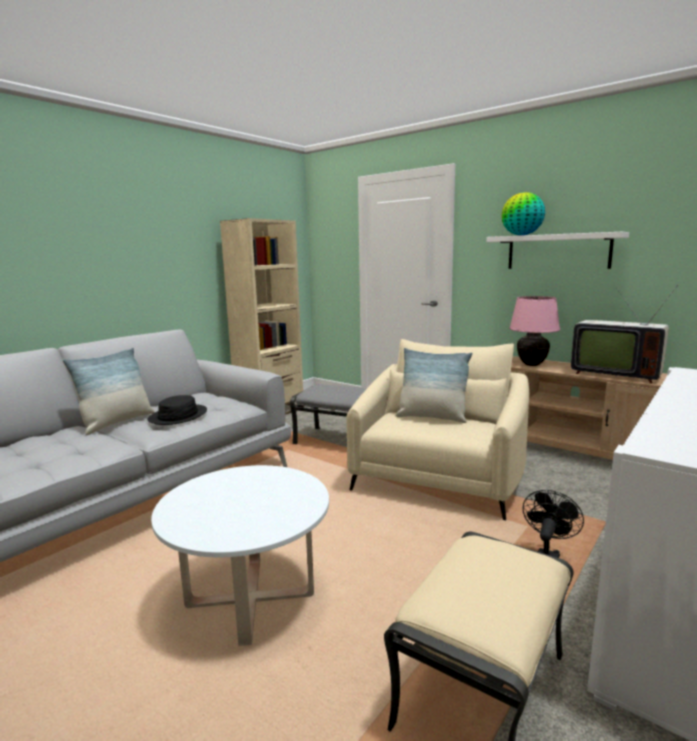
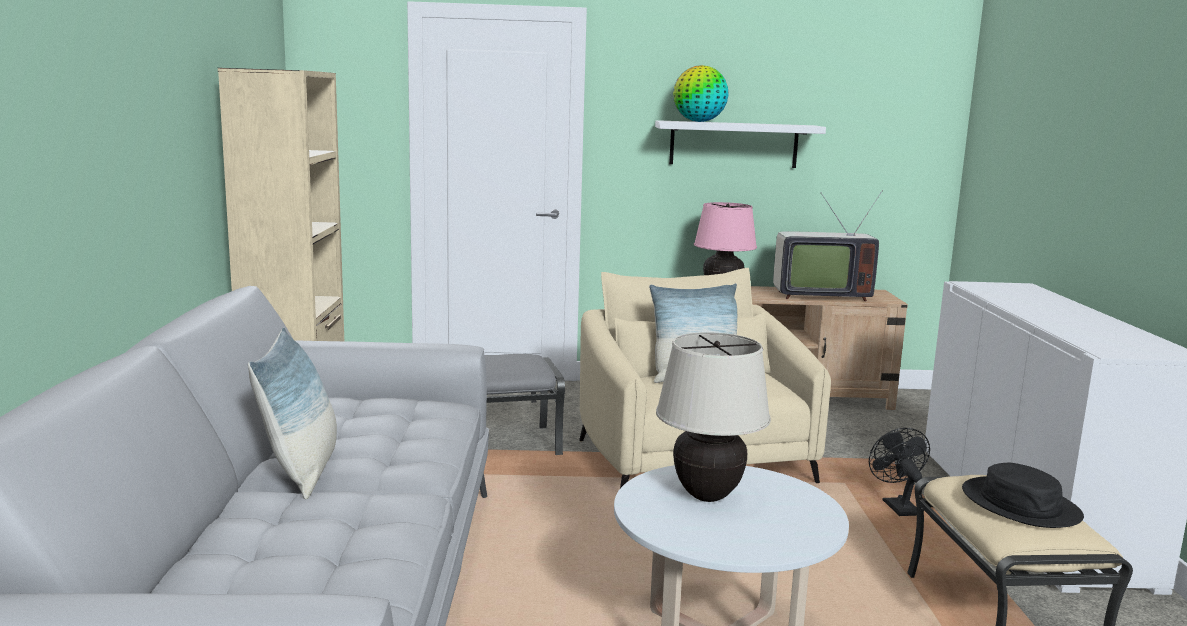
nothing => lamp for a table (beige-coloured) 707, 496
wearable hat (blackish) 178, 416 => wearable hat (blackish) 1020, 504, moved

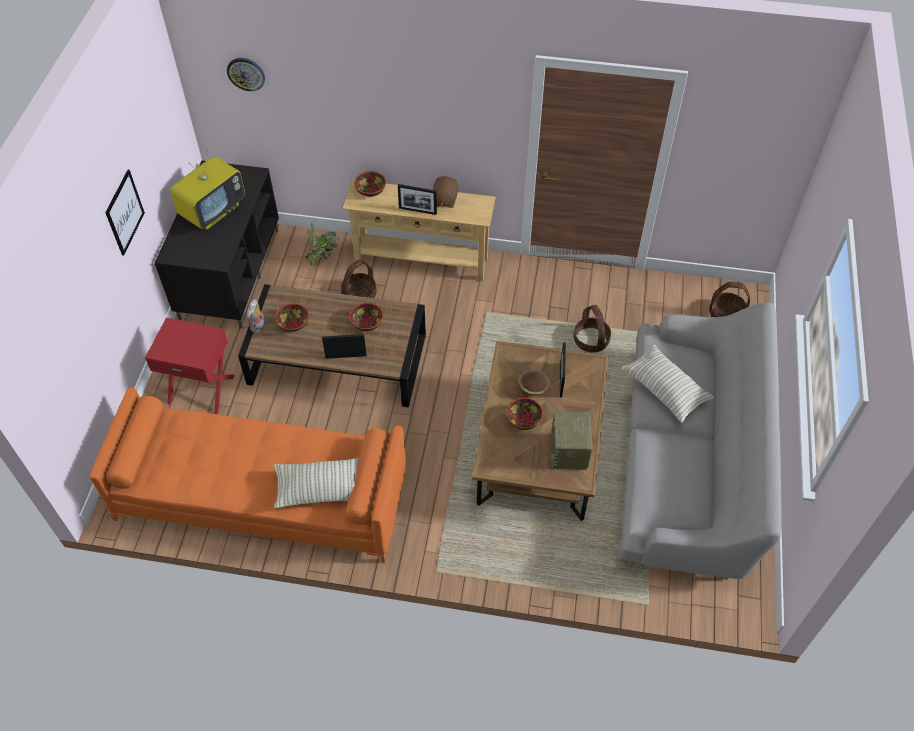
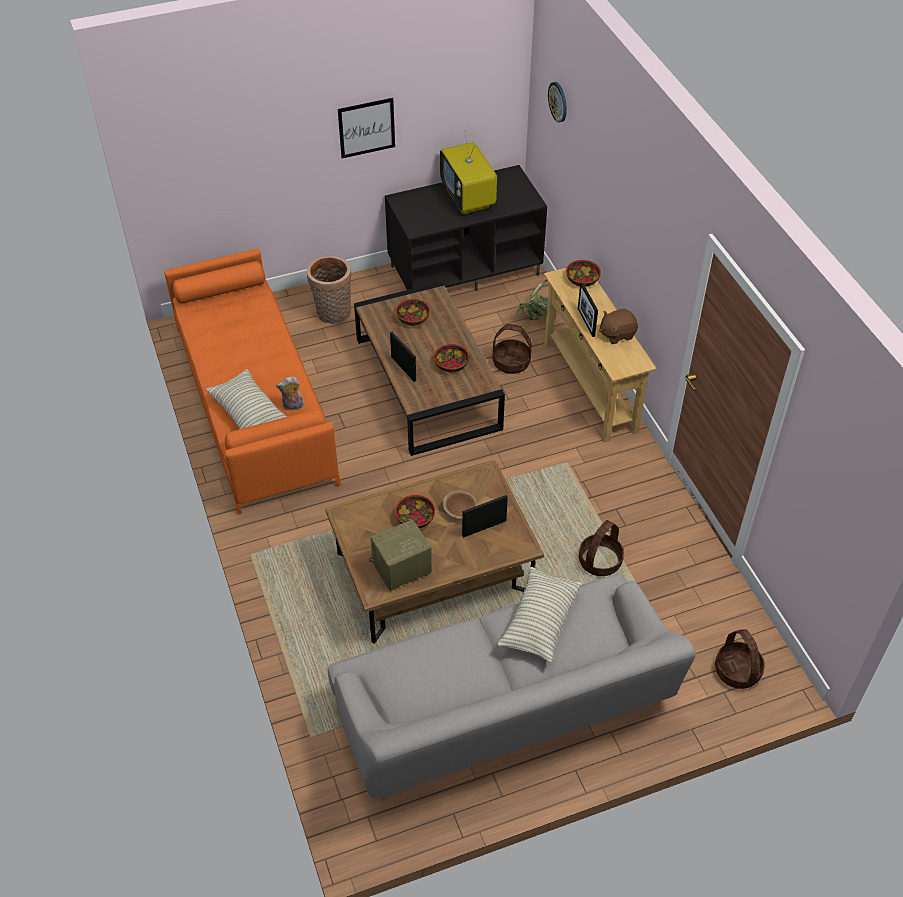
cuddly toy 258, 326 => cuddly toy 292, 406, moved
side table (reddish) 201, 388 => household basket 333, 315
TV set 213, 210 => TV set 468, 199, 60 degrees clockwise

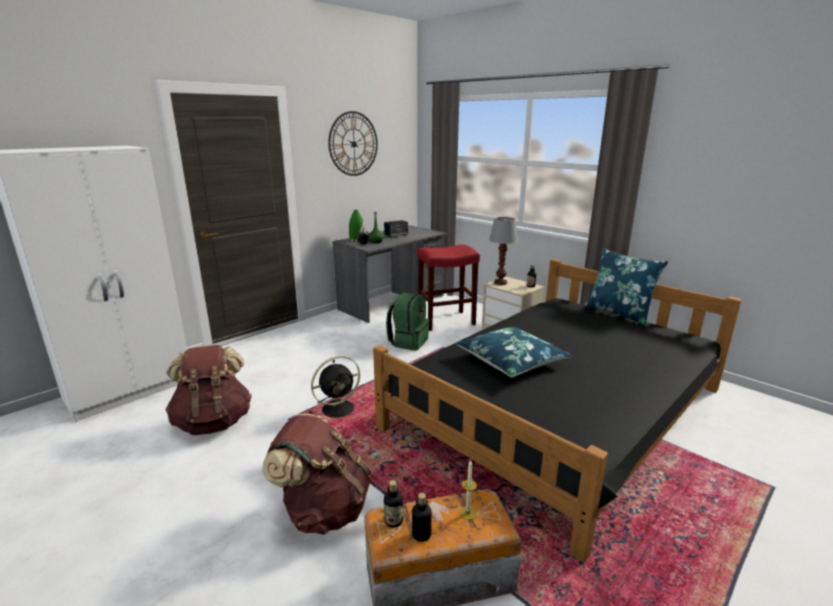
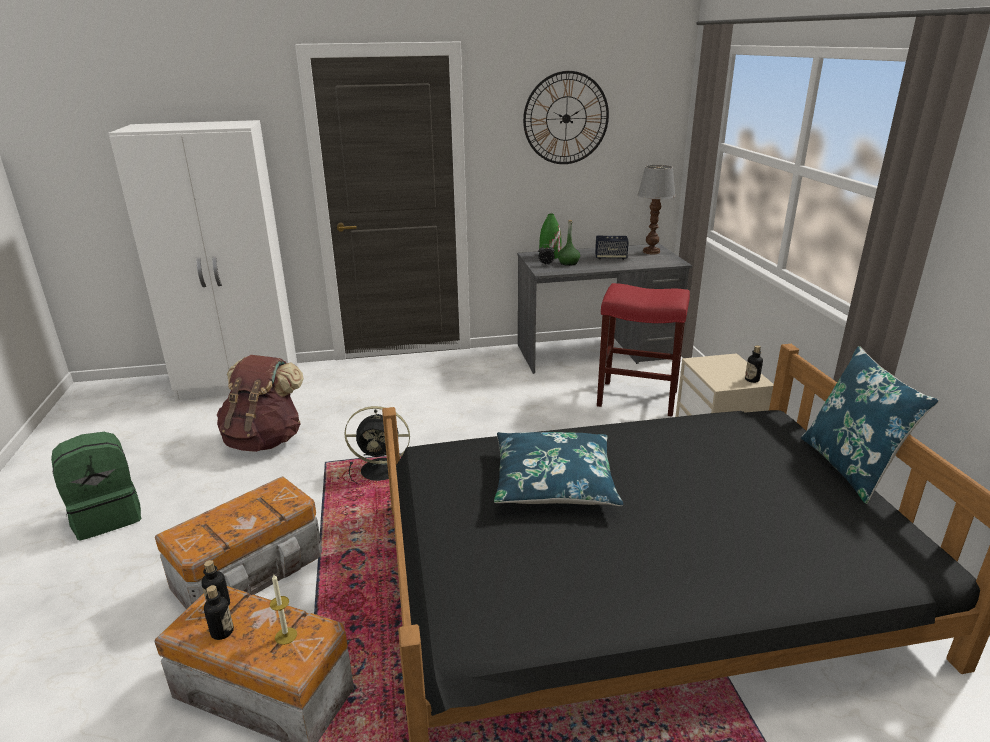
knapsack (green-coloured) 408, 342 => knapsack (green-coloured) 107, 516, moved
lamp for a table 501, 283 => lamp for a table 651, 252, moved
knapsack (brownish) 323, 510 => storage box 252, 570

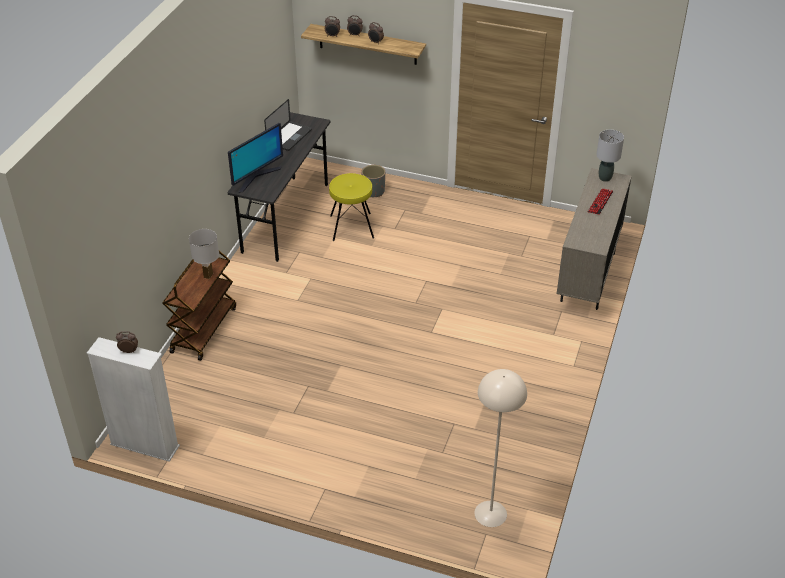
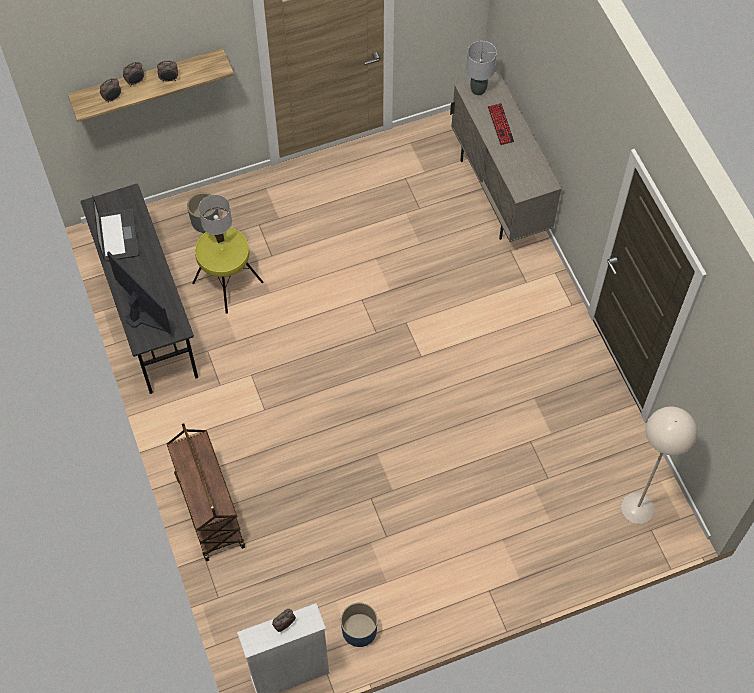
nothing => plant pot (bluish) 359, 629
lamp for a table (white-coloured) 208, 275 => lamp for a table (white-coloured) 220, 238, moved
monitor 256, 177 => monitor 142, 314, 45 degrees counterclockwise

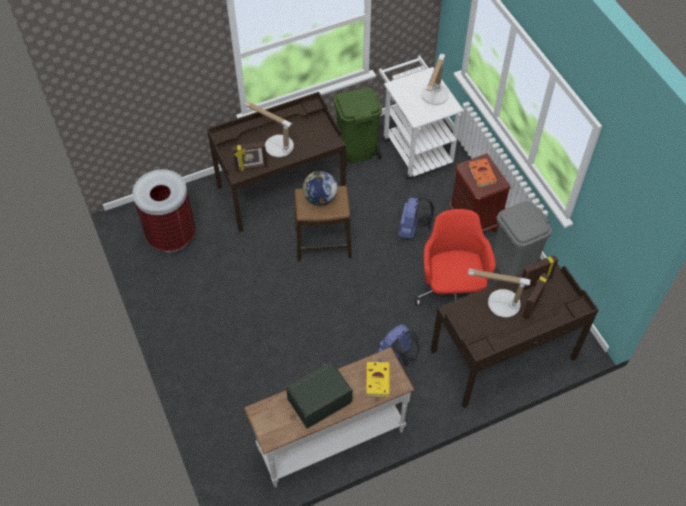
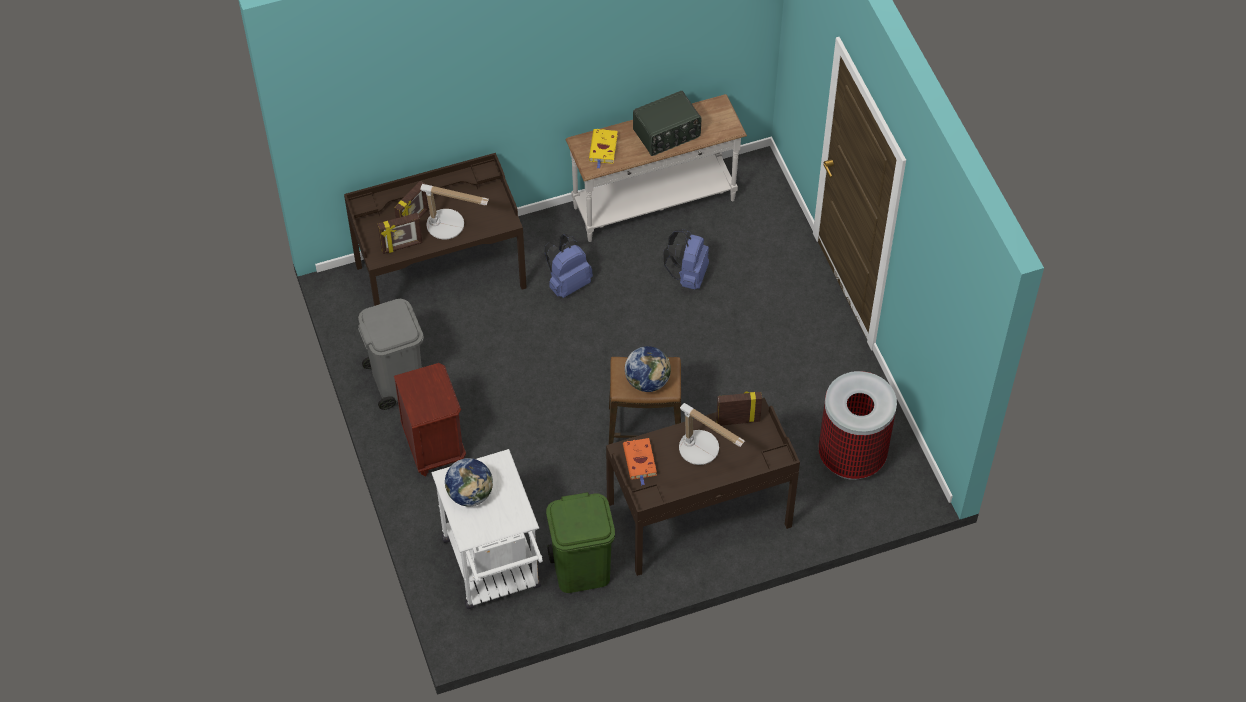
desk chair (reddish) 451, 290 => nothing
knapsack (bluish) 412, 230 => knapsack (bluish) 688, 275, moved
book (orangey) 481, 173 => book (orangey) 640, 461, moved
lamp for a table 433, 98 => desk globe 470, 494

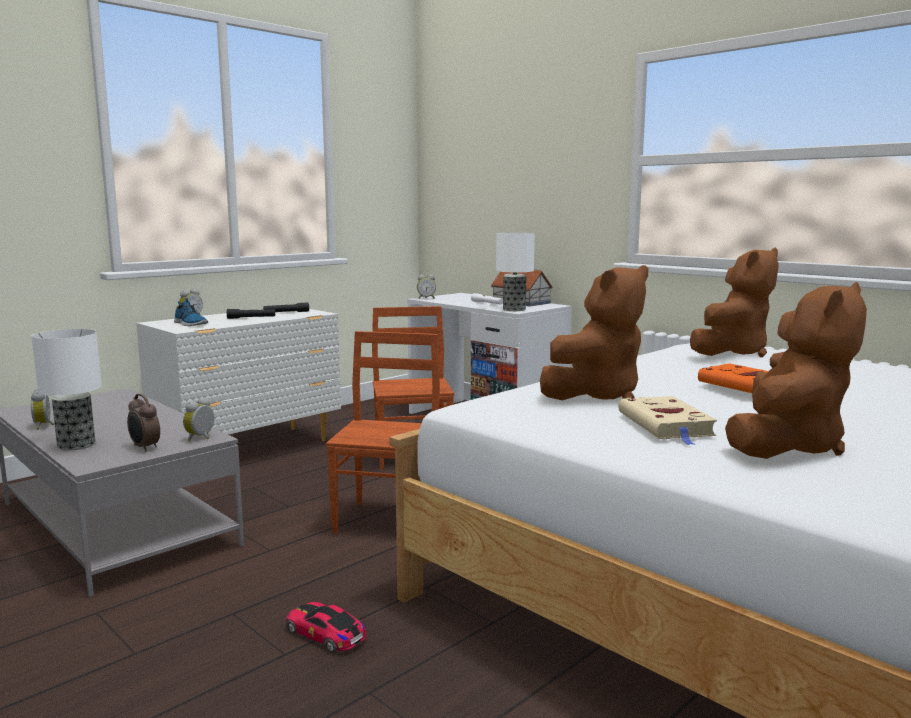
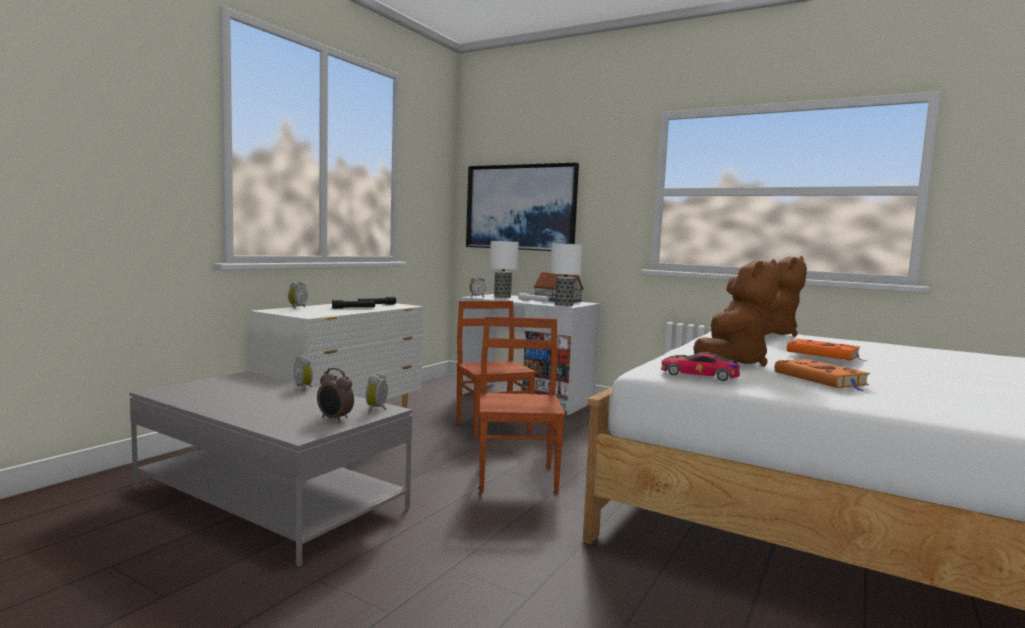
shoe 190, 324 => nothing
cuddly toy (brownish) 785, 446 => nothing
nothing => wall art 521, 207
lamp for a table 76, 445 => lamp for a table 502, 297, moved
bedside clock 44, 425 => bedside clock 304, 388, moved
model car 325, 634 => model car 699, 375, moved
book (beige-coloured) 667, 425 => book (orangey) 822, 379

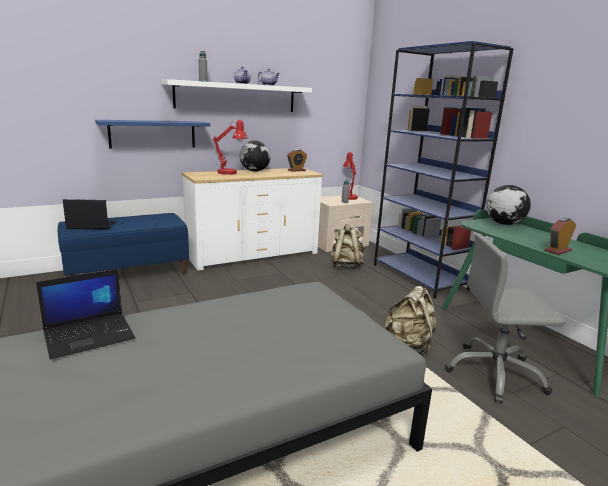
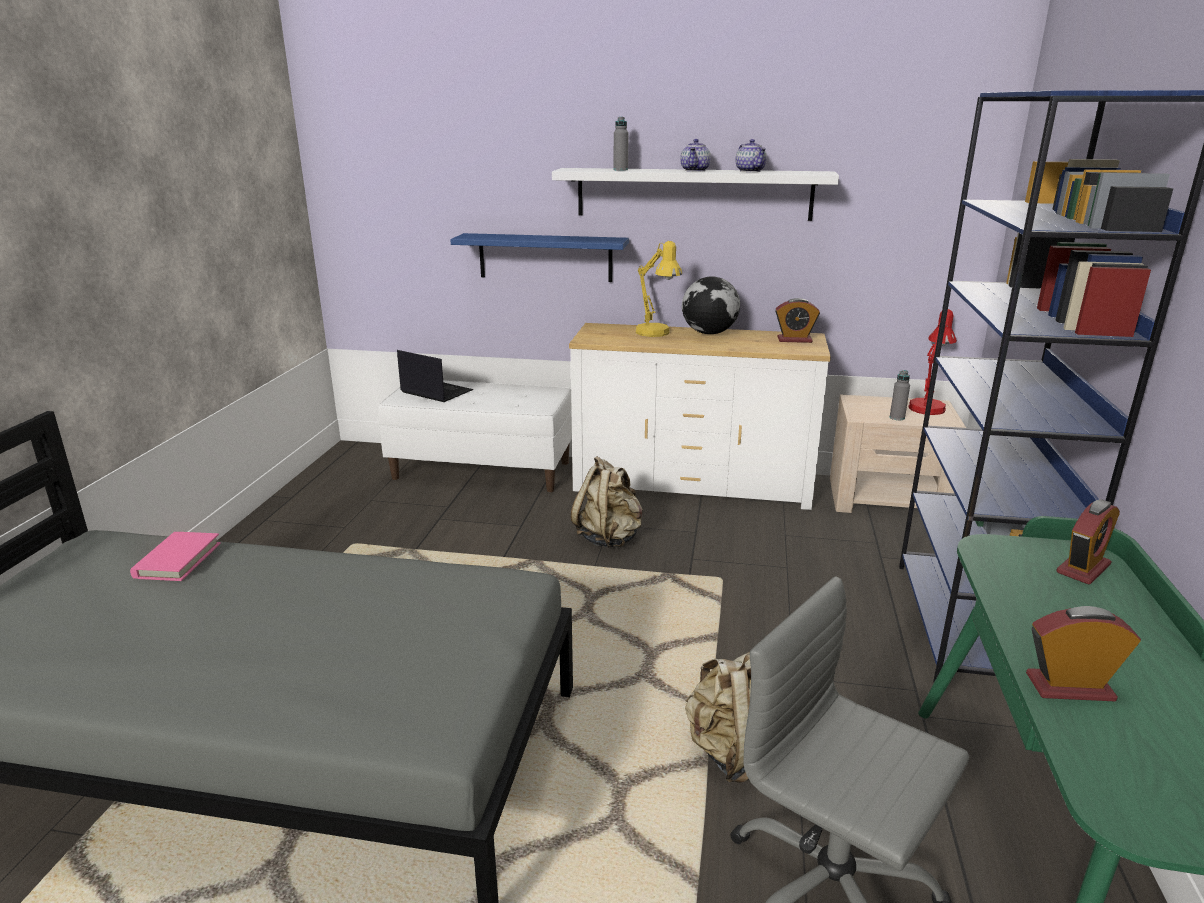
knapsack (beige-coloured) 346, 266 => knapsack (beige-coloured) 609, 538, moved
laptop 90, 335 => book (pink-coloured) 178, 560
desk globe 503, 224 => bedside clock 1083, 568
long seat (bluish) 128, 273 => long seat (white-coloured) 483, 470
lamp for a table (reddish) 231, 173 => lamp for a table (yellow) 656, 334

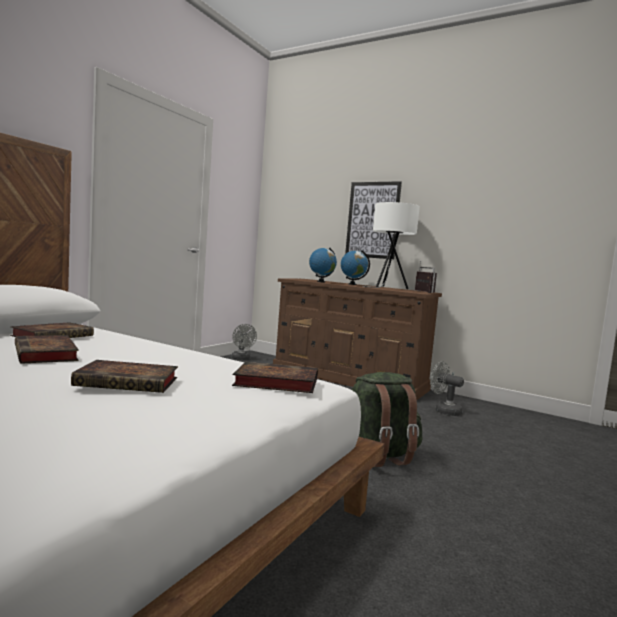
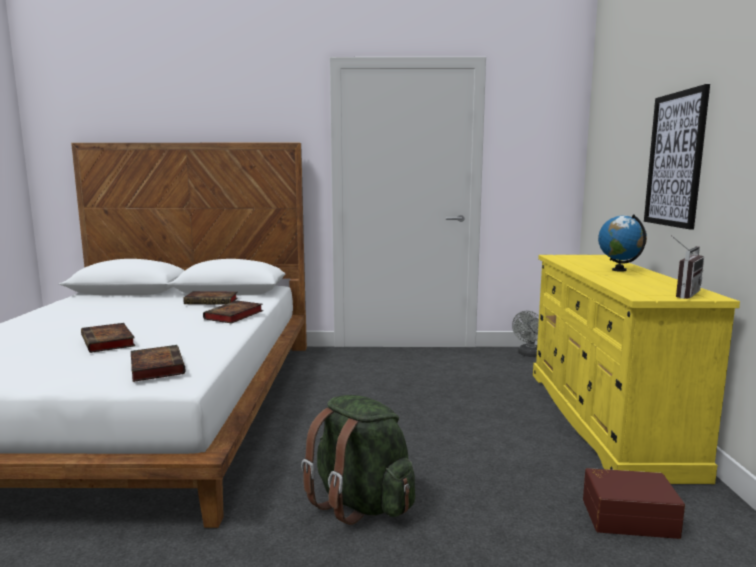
desk globe 321, 282 => nothing
lamp for a table (white-coloured) 387, 288 => nothing
book 47, 354 => book 233, 316, moved
electric fan (gray) 443, 410 => storage box (brownish) 628, 516
drawer chest (brownish) 349, 379 => drawer chest (yellow) 605, 418

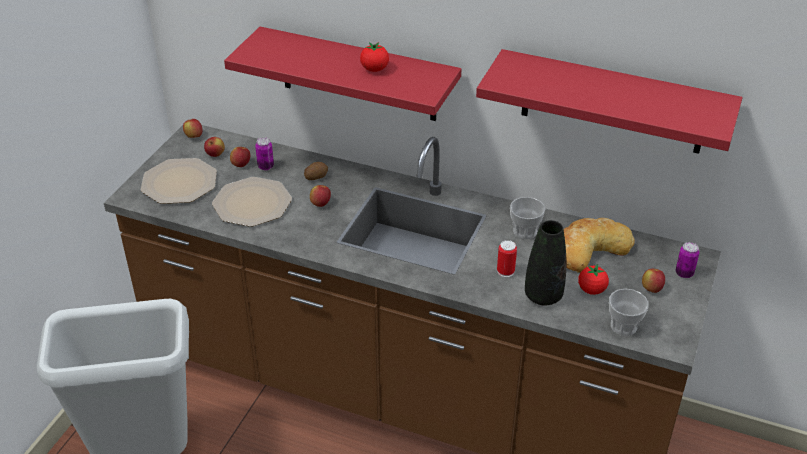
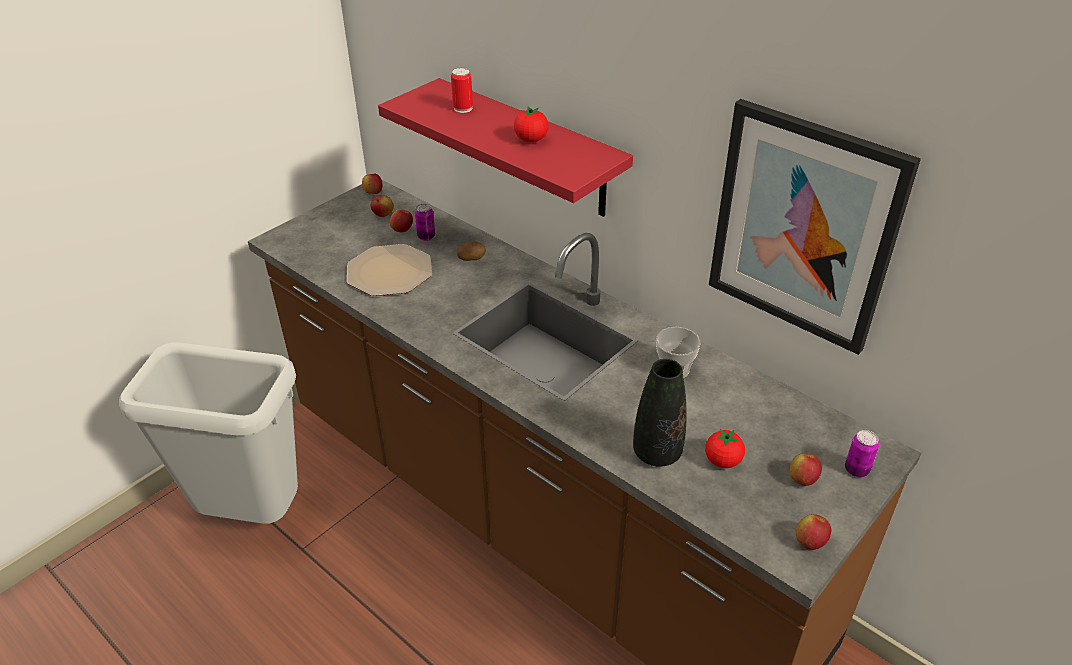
dinner plate 179, 182 => nothing
bread 587, 249 => nothing
cup 623, 326 => nothing
apple fruit 320, 204 => apple fruit 810, 542, moved
metal can 505, 271 => metal can 463, 108, moved
wall shelf (reddish) 613, 102 => wall art 803, 227

